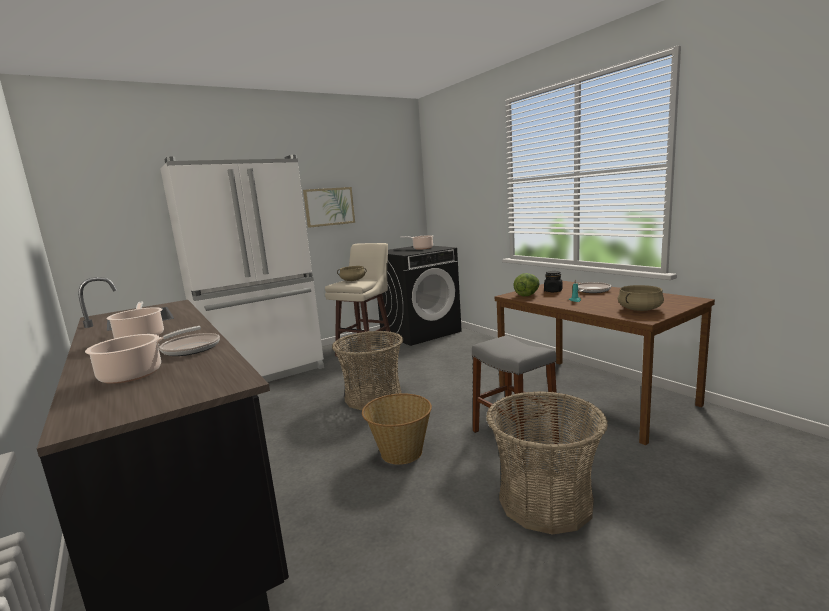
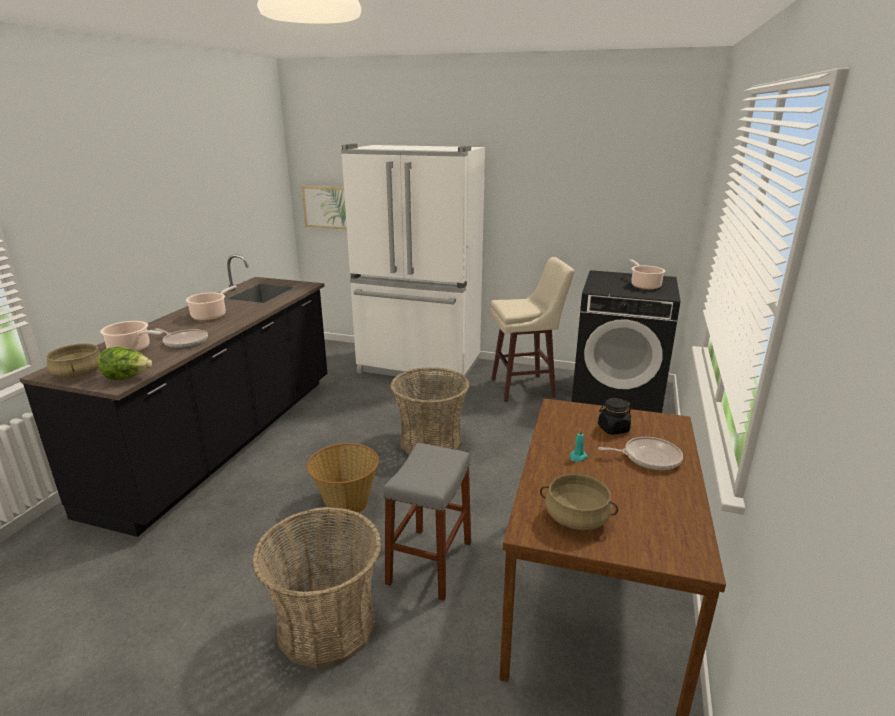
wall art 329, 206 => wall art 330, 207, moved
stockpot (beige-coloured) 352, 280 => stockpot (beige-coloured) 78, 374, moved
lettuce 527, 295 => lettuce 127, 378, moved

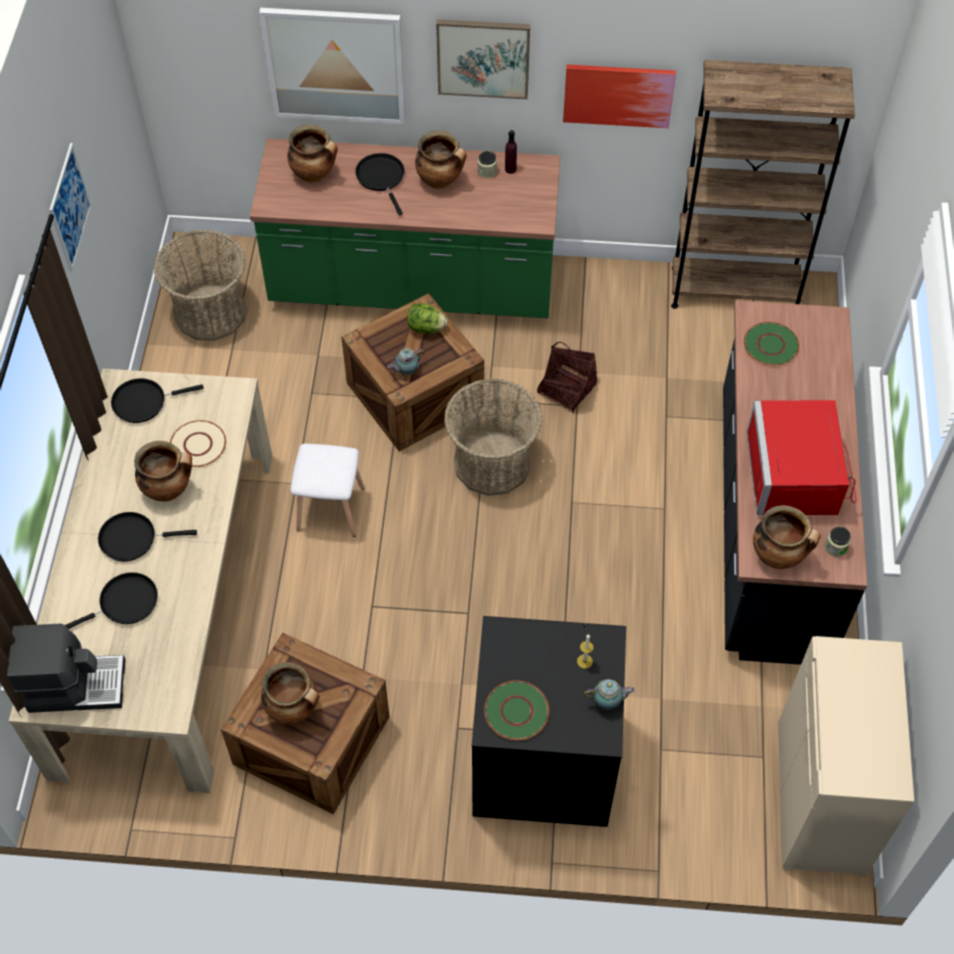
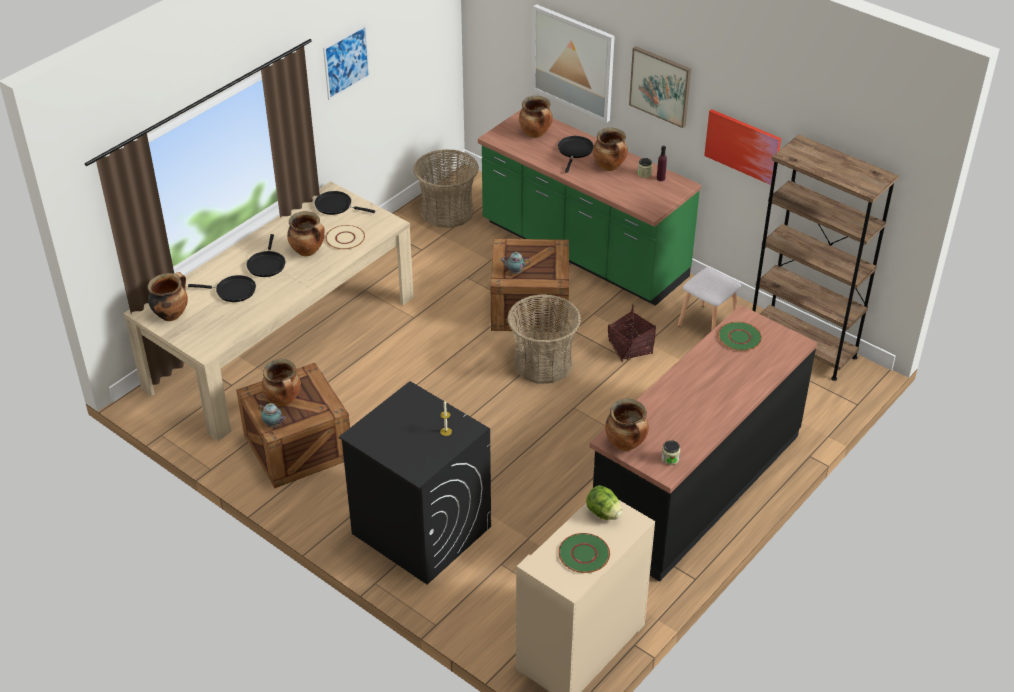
kitchen microwave (reddish) 799, 475 => nothing
sitting stool (white-coloured) 331, 509 => sitting stool (white-coloured) 707, 325, moved
lettuce 426, 328 => lettuce 603, 513, moved
dinner plate (green-coloured) 516, 711 => dinner plate (green-coloured) 583, 554, moved
tea pot 608, 702 => tea pot 273, 425, moved
coffee maker 75, 684 => stockpot 171, 314
frying pan (blackish) 132, 538 => frying pan (blackish) 266, 264, 120 degrees counterclockwise

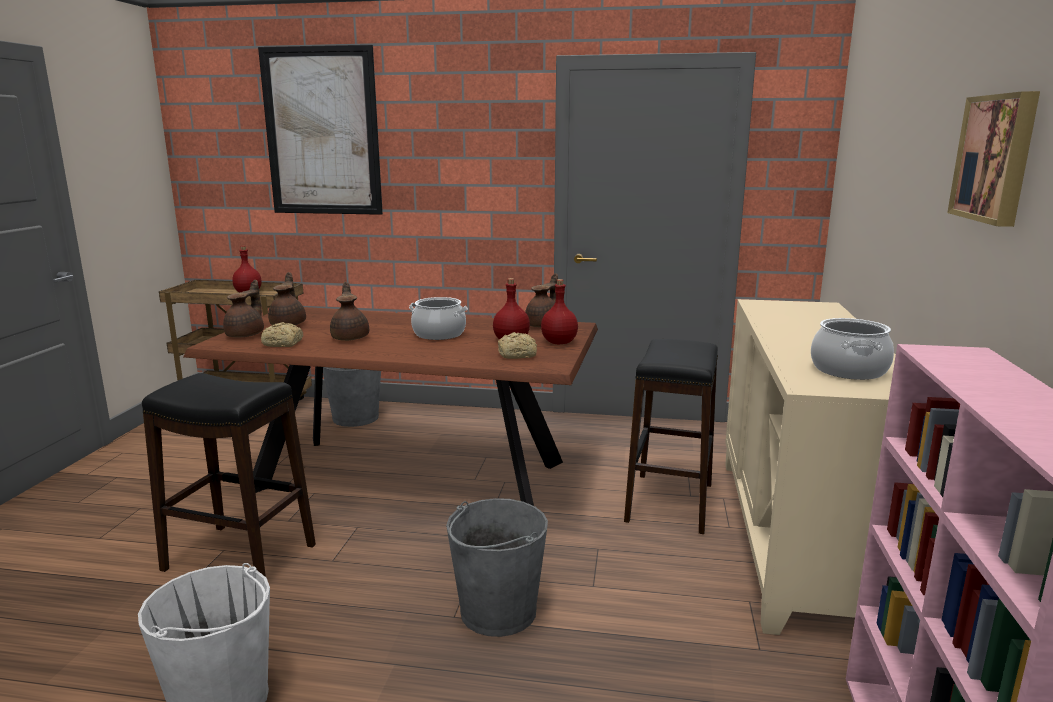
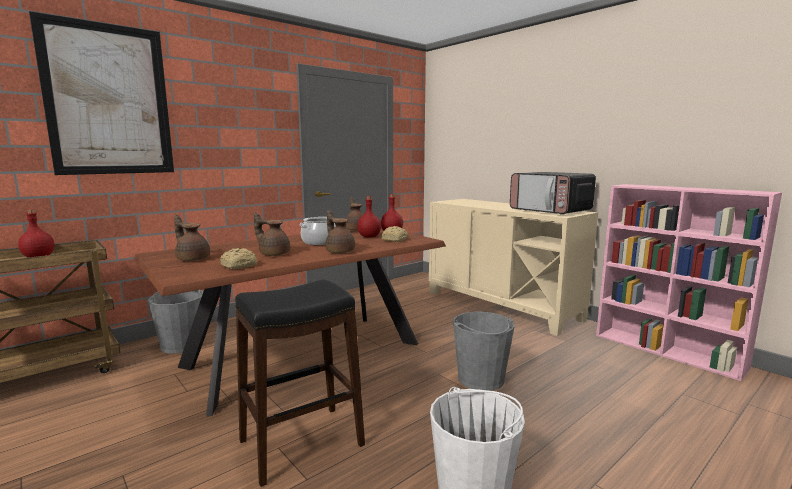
sitting stool (blackish) 670, 502 => nothing
wall art 997, 158 => nothing
tea pot (brownish) 246, 335 => tea pot (brownish) 339, 251, moved
stockpot 849, 370 => kitchen microwave 550, 211

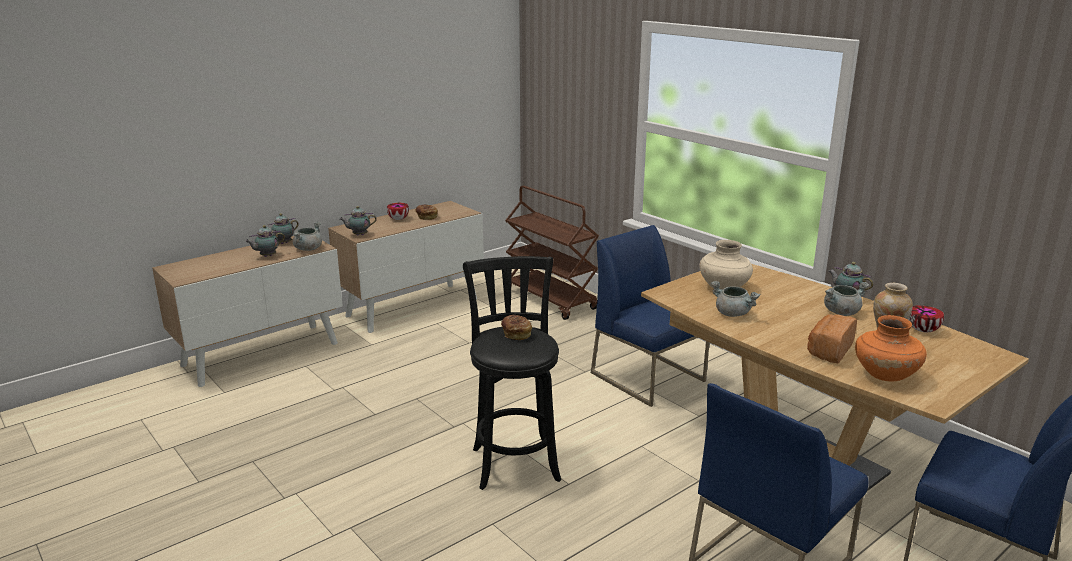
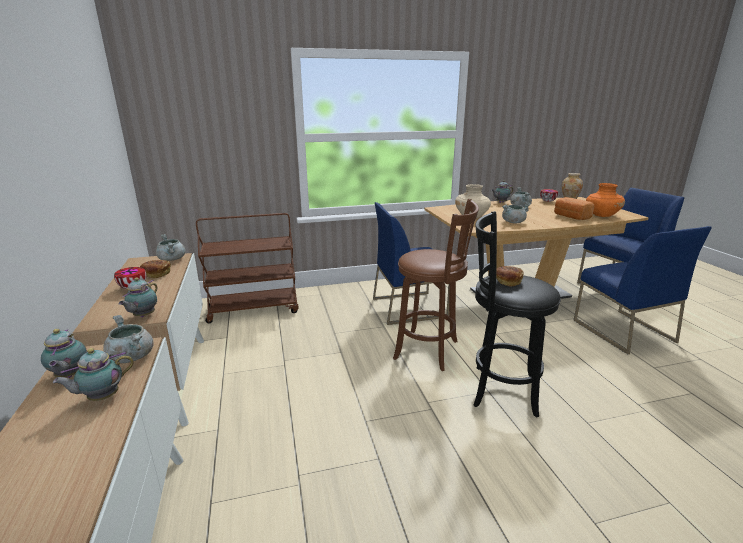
nothing => stockpot (gray) 172, 259
nothing => sitting stool (brownish) 430, 351
tea pot 267, 256 => tea pot 101, 397, 60 degrees clockwise

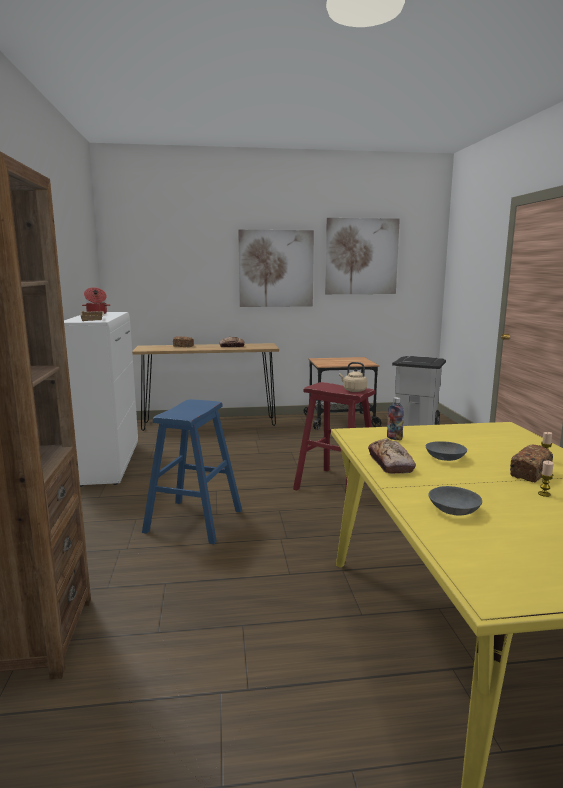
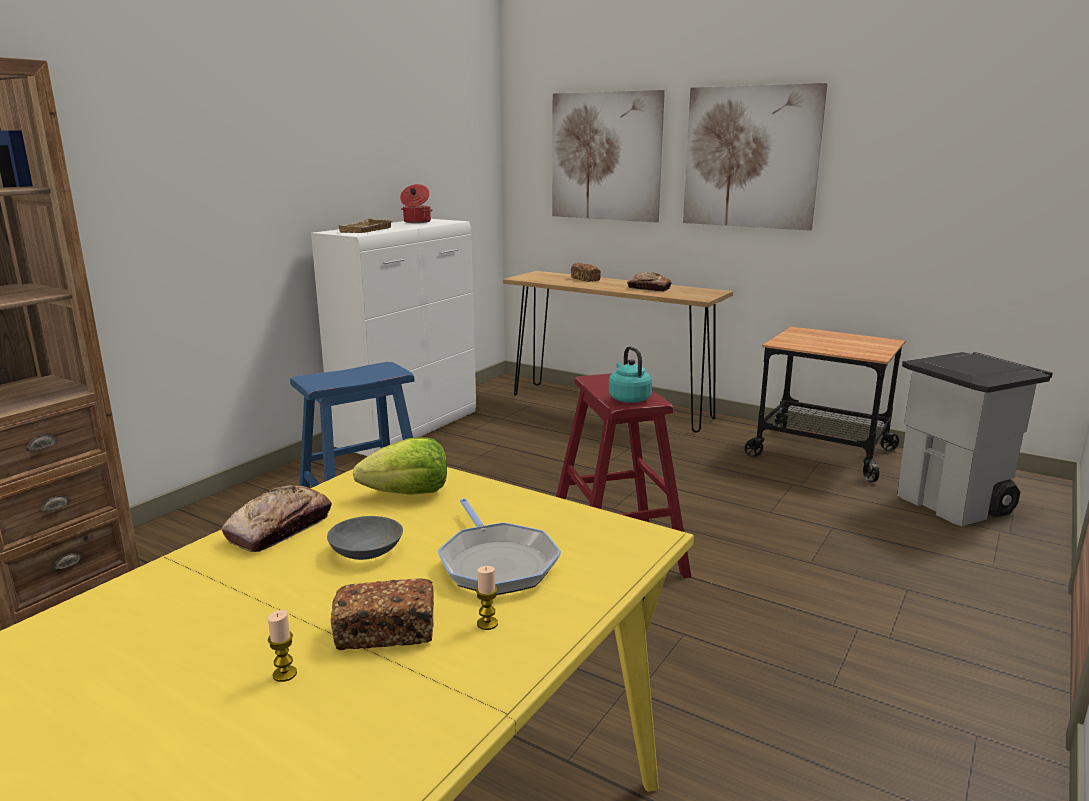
deep dish (gray) 452, 509 => nothing
nothing => frying pan 496, 563
wall art 361, 256 => wall art 606, 156, moved
drink bottle 394, 438 => lettuce 408, 493
tea kettle (beige-coloured) 353, 390 => tea kettle (turquoise) 628, 398

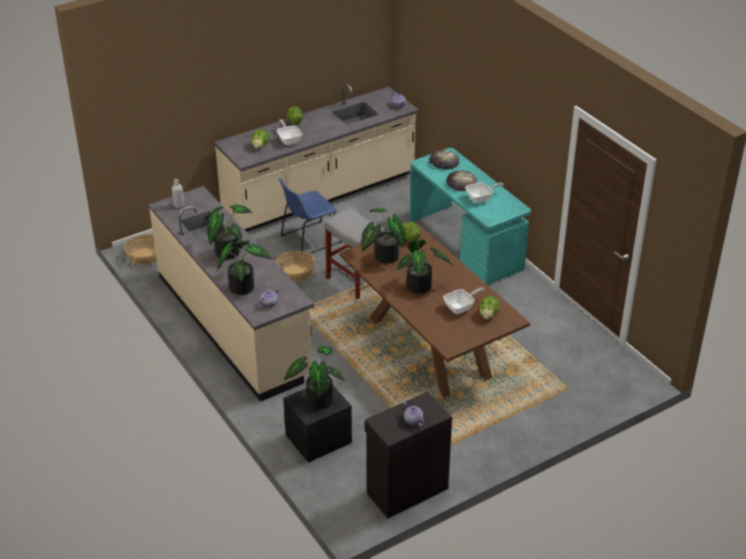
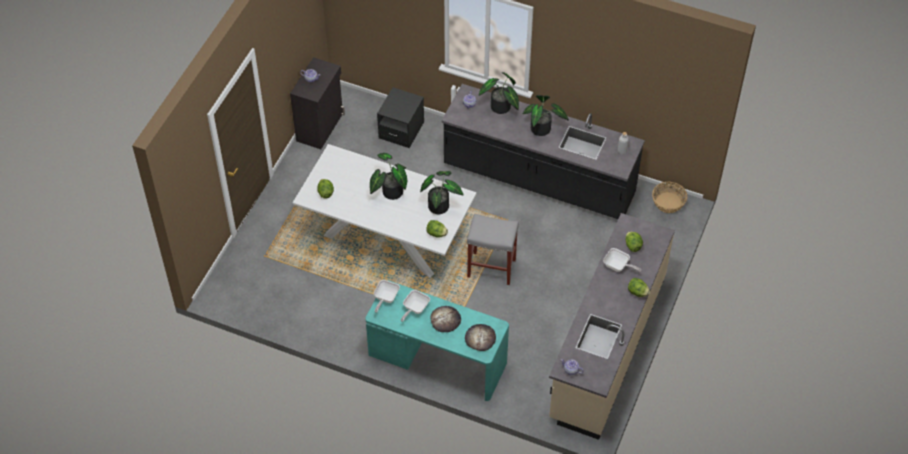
household basket 295, 273 => nothing
plain chair (bluish) 309, 240 => nothing
houseplant 317, 399 => nothing
frying pan 461, 307 => frying pan 385, 299, moved
counter (beige-coloured) 233, 325 => counter (blackish) 539, 180
dining table (brownish) 430, 347 => dining table (white-coloured) 386, 238

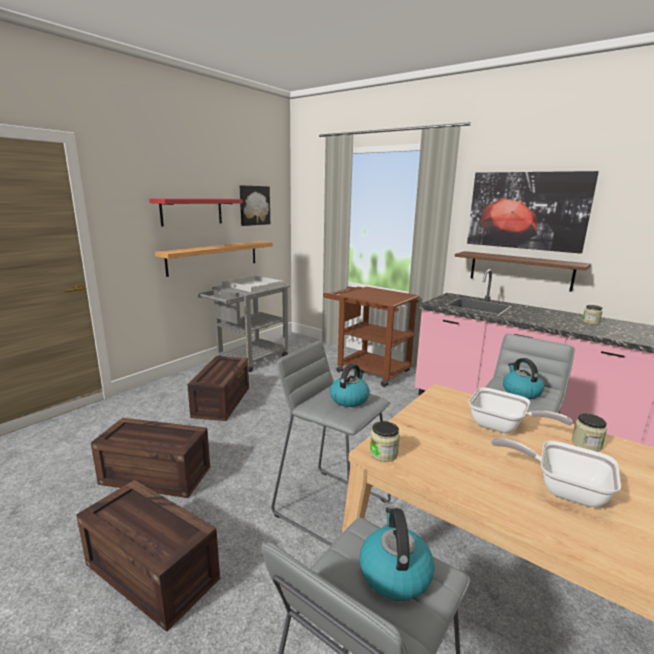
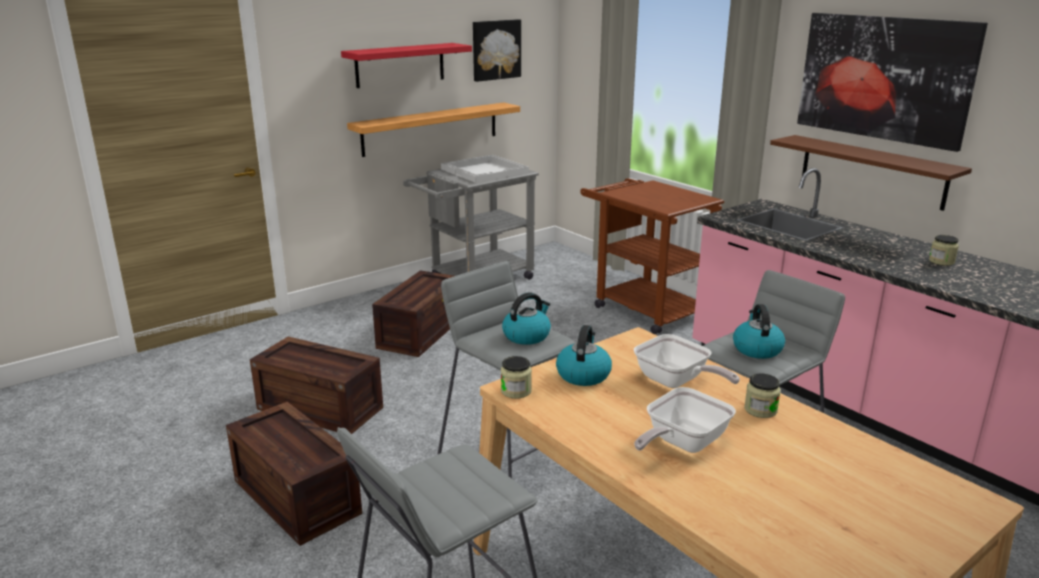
tea kettle 394, 572 => tea kettle 583, 374, moved
frying pan 562, 488 => frying pan 681, 443, 90 degrees counterclockwise

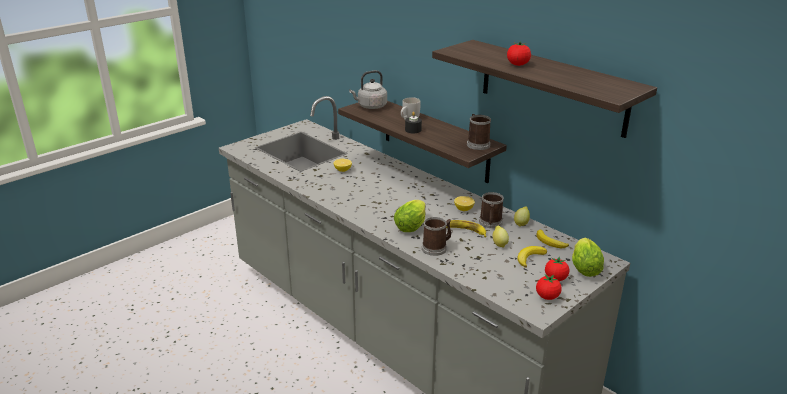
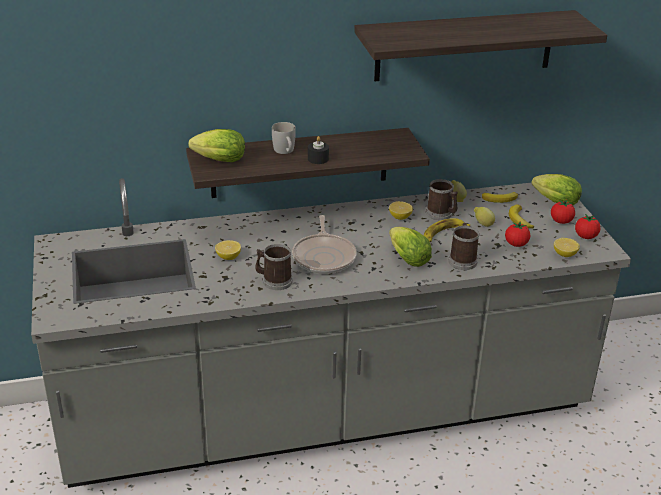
nothing => frying pan 324, 256
nothing => whole lemon 564, 254
tea mug 477, 144 => tea mug 274, 281, moved
tomato 518, 65 => tomato 516, 244, moved
tea kettle (gray) 370, 106 => lettuce 217, 160

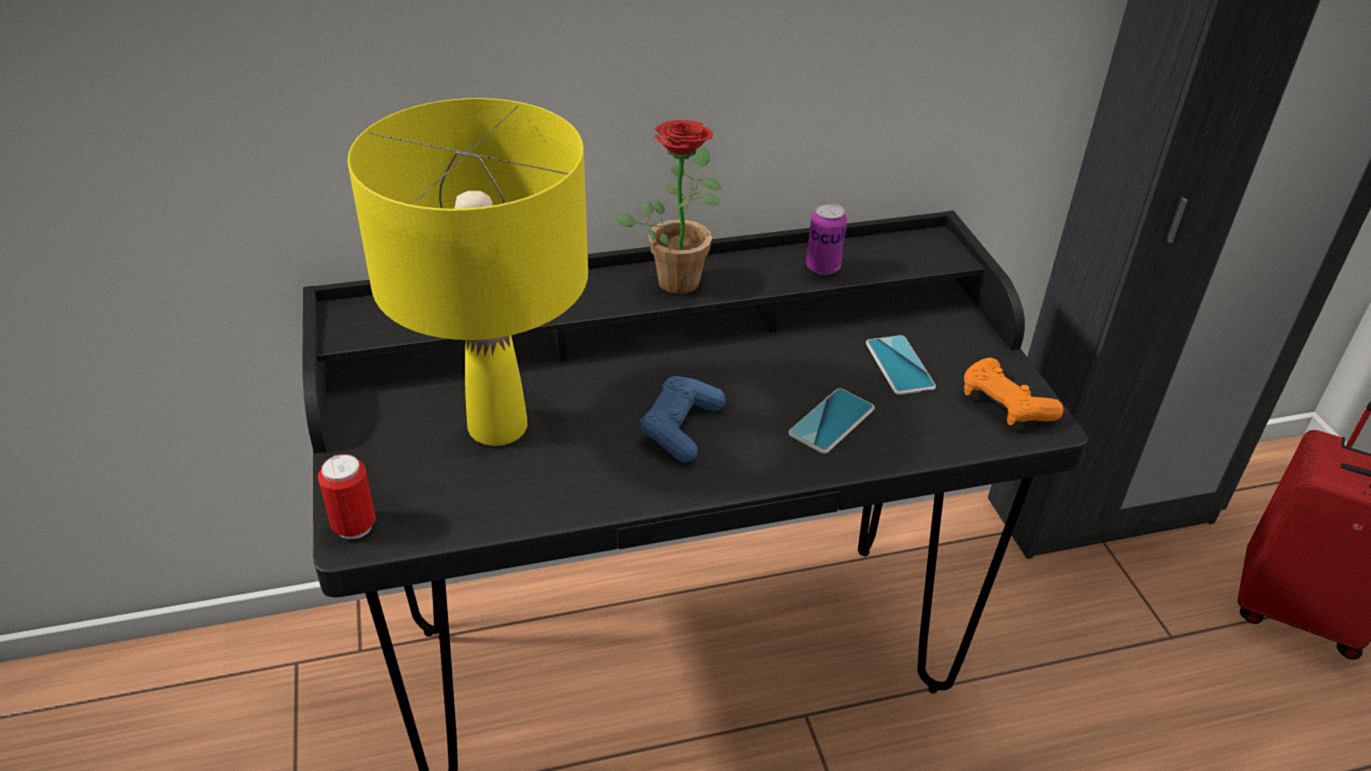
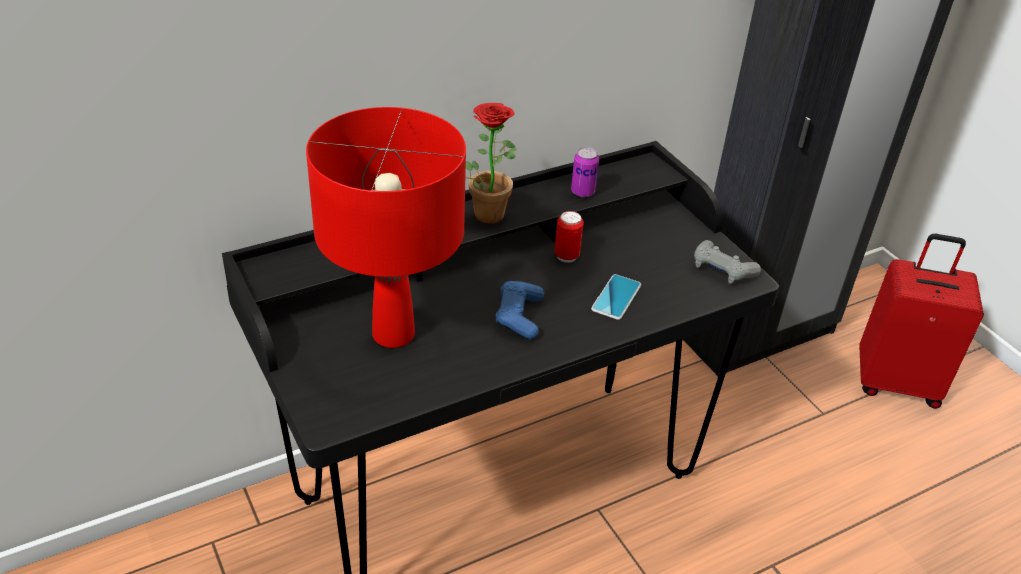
phone 899, 366 => nothing
metal can 354, 526 => metal can 566, 256, moved
lamp for a table (yellow) 498, 428 => lamp for a table (reddish) 394, 335
gamepad (orangey) 1005, 404 => gamepad (gray) 722, 270

